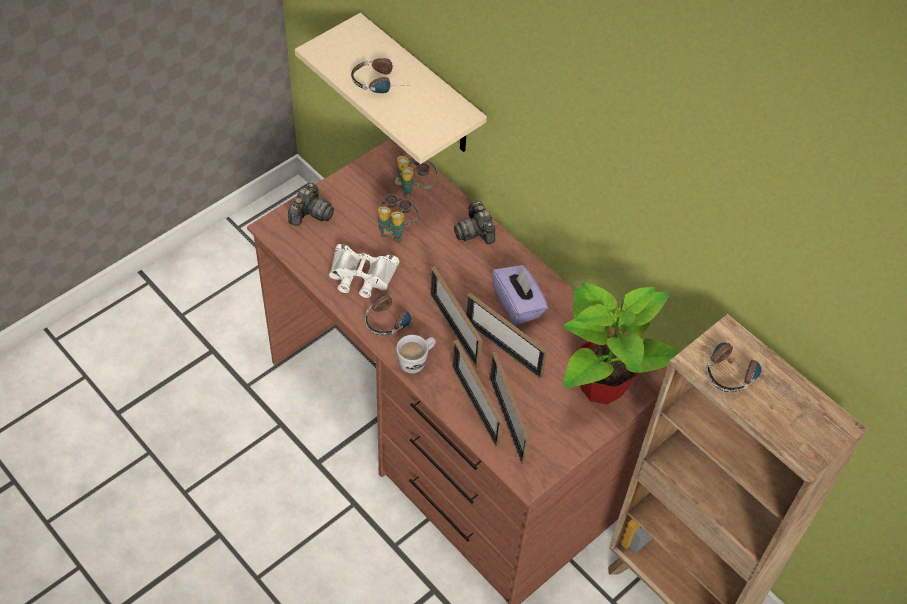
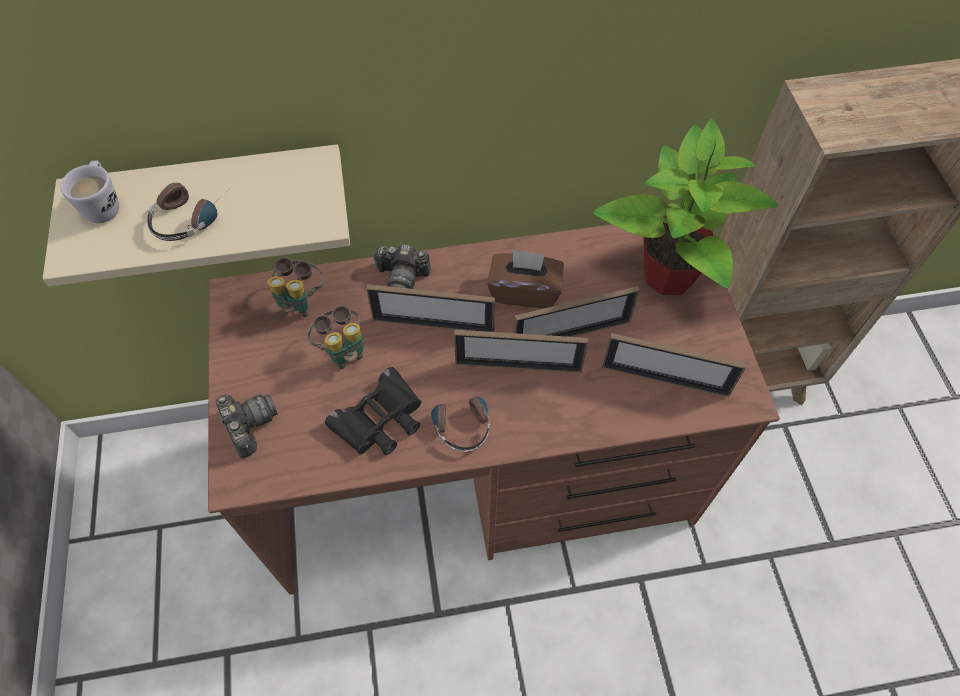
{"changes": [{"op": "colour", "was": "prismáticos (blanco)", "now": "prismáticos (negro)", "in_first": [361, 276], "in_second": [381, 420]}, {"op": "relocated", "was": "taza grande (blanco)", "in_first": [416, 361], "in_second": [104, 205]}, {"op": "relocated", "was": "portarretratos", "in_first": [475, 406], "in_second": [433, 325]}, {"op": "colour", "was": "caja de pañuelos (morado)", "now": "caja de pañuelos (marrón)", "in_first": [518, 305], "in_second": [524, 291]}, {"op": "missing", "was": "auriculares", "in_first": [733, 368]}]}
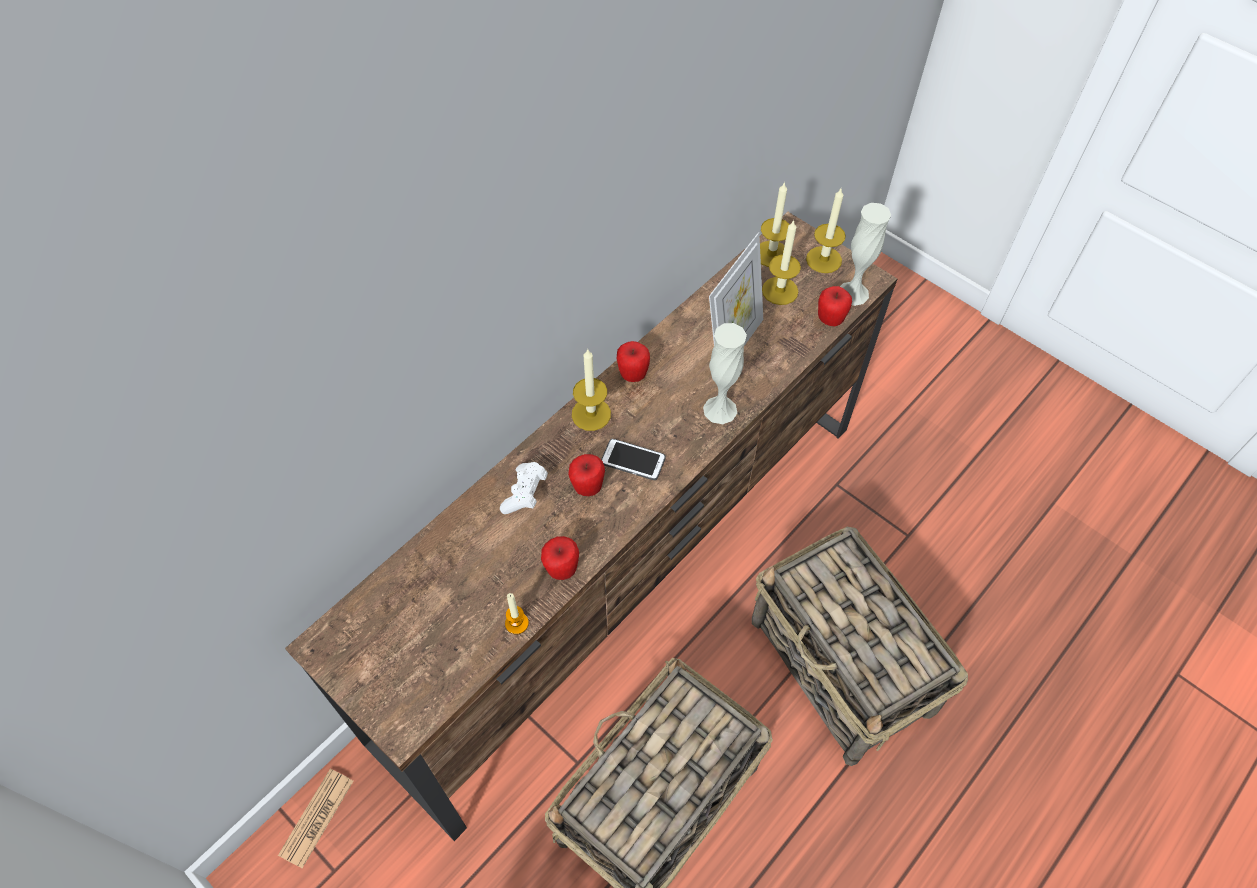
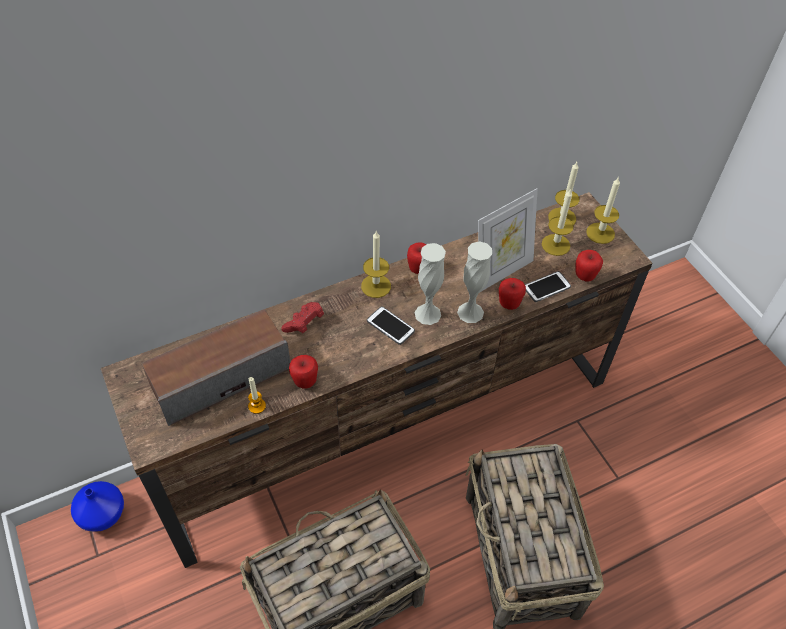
{"changes": [{"op": "exchanged", "was": "periódico", "now": "florero (azul)", "in_first": [317, 817], "in_second": [102, 515]}, {"op": "colour", "was": "mando de consola (blanco)", "now": "mando de consola (rojo)", "in_first": [525, 494], "in_second": [304, 324]}, {"op": "relocated", "was": "manzana", "in_first": [587, 487], "in_second": [509, 304]}, {"op": "relocated", "was": "florero (blanco)", "in_first": [853, 293], "in_second": [427, 314]}, {"op": "appeared", "now": "altavoz", "in_second": [221, 377]}, {"op": "appeared", "now": "móvil", "in_second": [546, 287]}]}
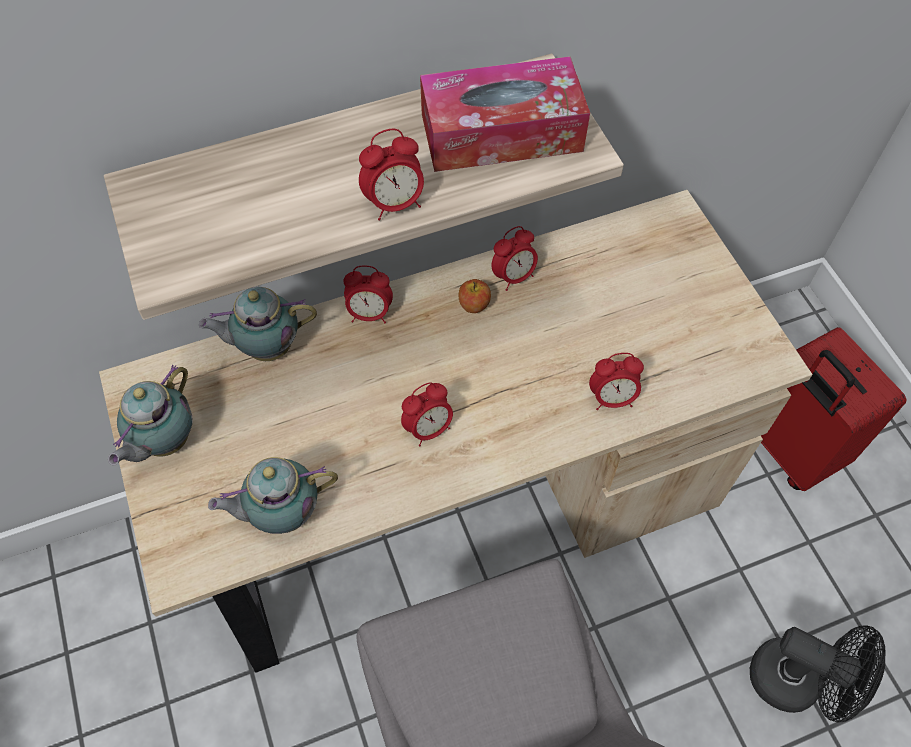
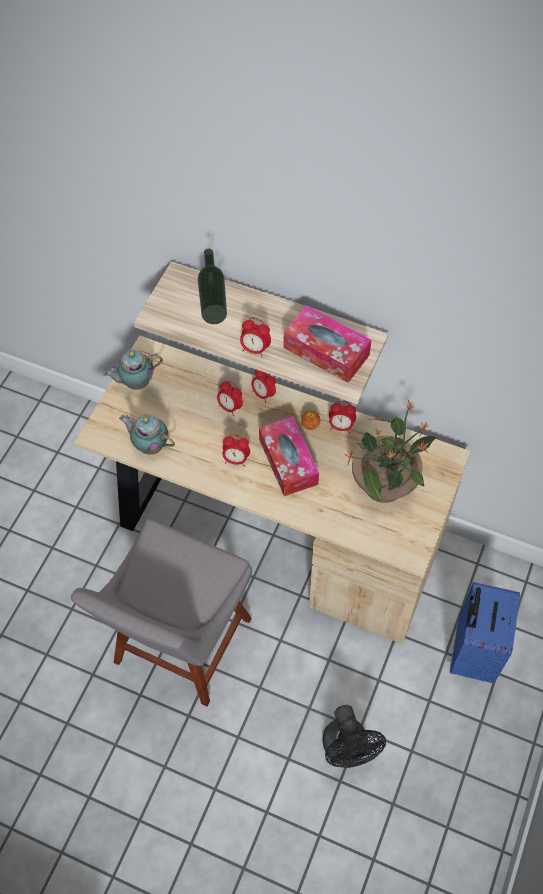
{"changes": [{"op": "missing", "was": "tetera", "in_first": [266, 347]}, {"op": "relocated", "was": "despertador", "in_first": [612, 398], "in_second": [230, 407]}, {"op": "colour", "was": "maleta (rojo)", "now": "maleta (azul)", "in_first": [788, 450], "in_second": [472, 652]}, {"op": "appeared", "now": "botella", "in_second": [214, 314]}, {"op": "appeared", "now": "caja de pañuelos", "in_second": [288, 461]}, {"op": "appeared", "now": "planta en maceta", "in_second": [385, 484]}]}
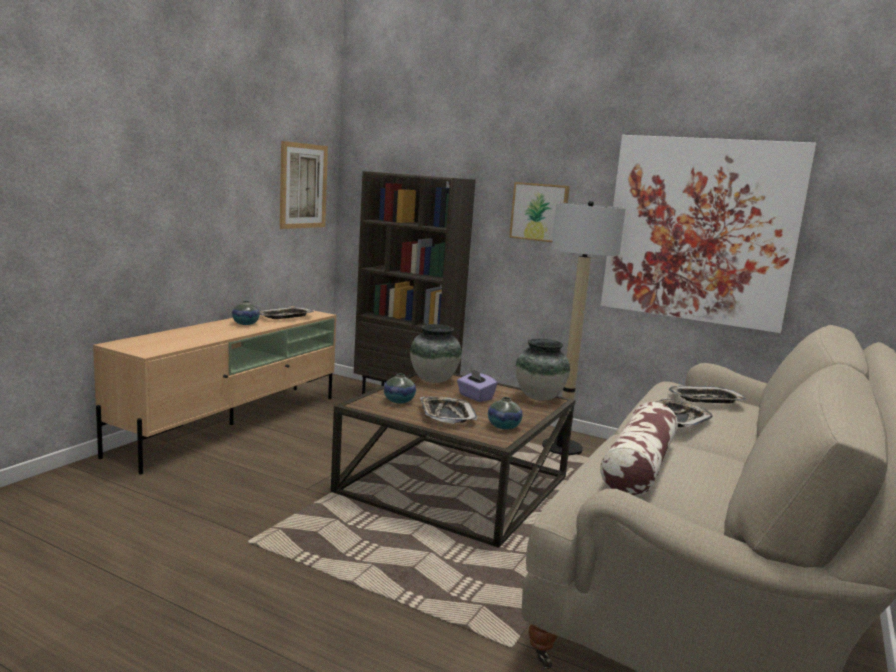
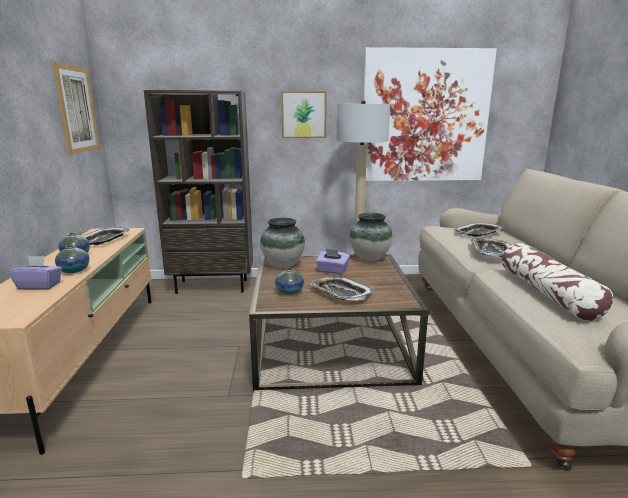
{"changes": [{"op": "relocated", "was": "florero", "in_first": [503, 426], "in_second": [74, 271]}, {"op": "appeared", "now": "caja de pañuelos (morado)", "in_second": [39, 286]}]}
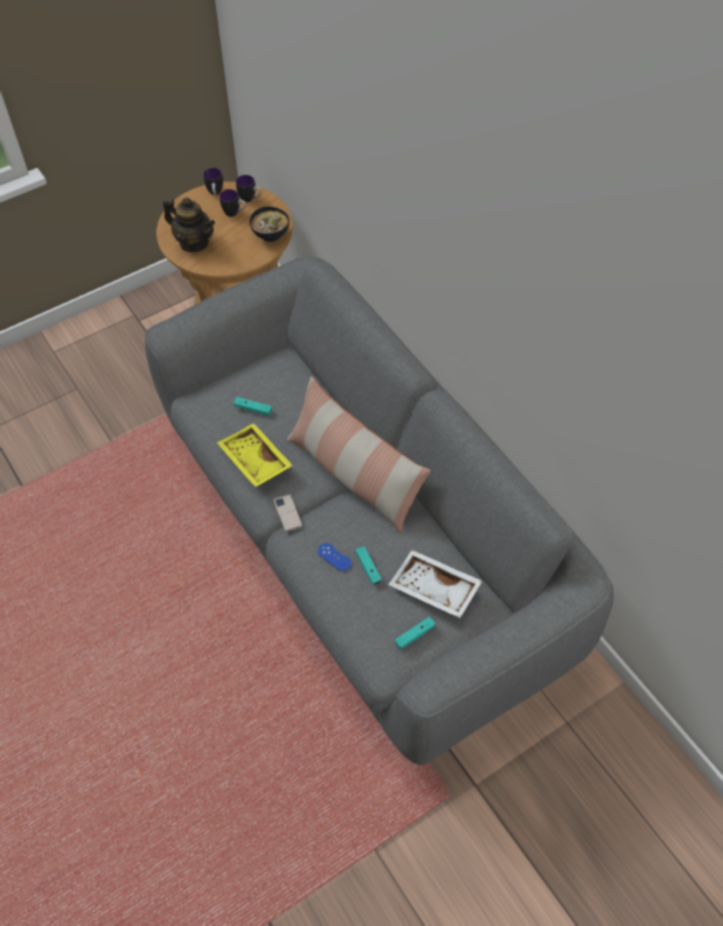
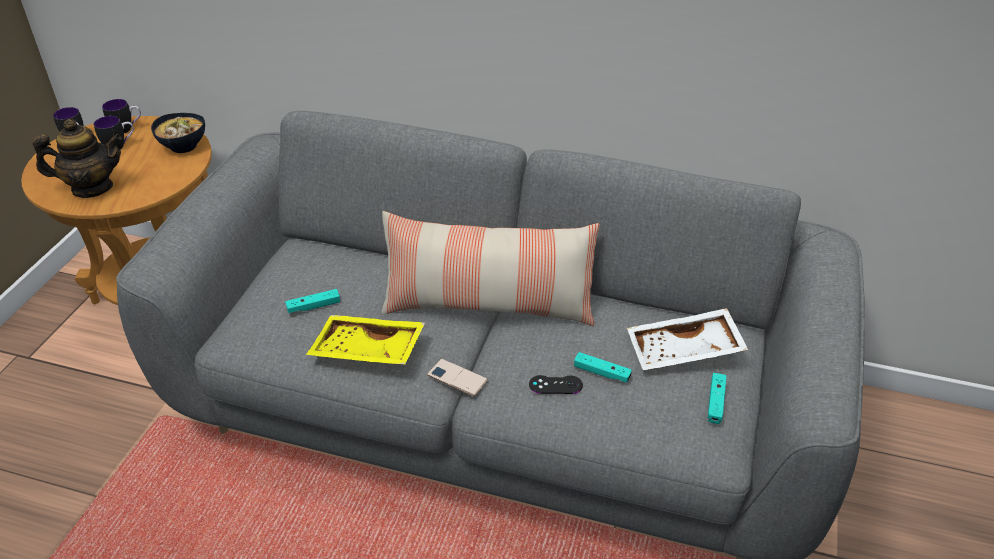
{"changes": [{"op": "colour", "was": "mando de consola (azul)", "now": "mando de consola (negro)", "in_first": [334, 557], "in_second": [555, 385]}]}
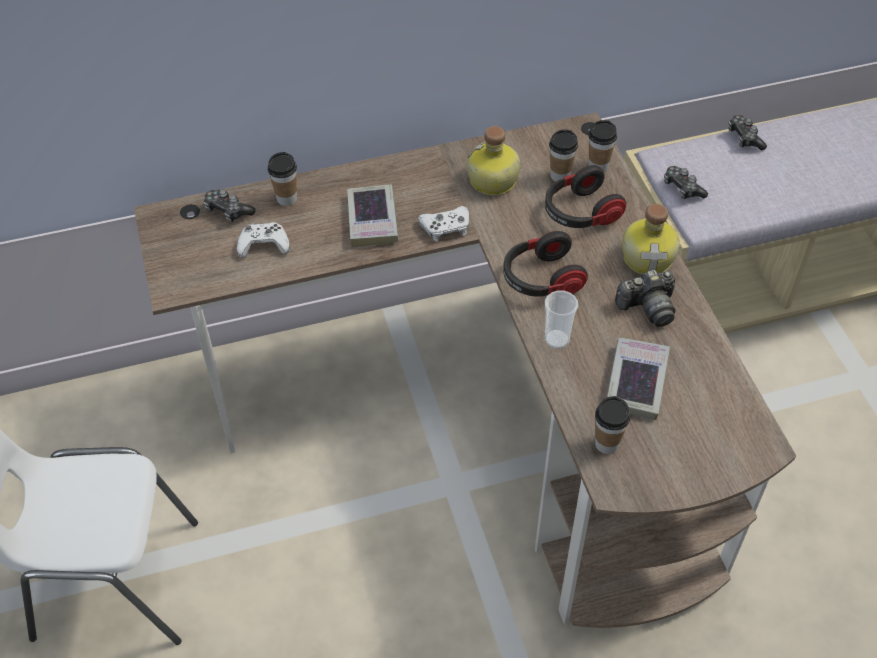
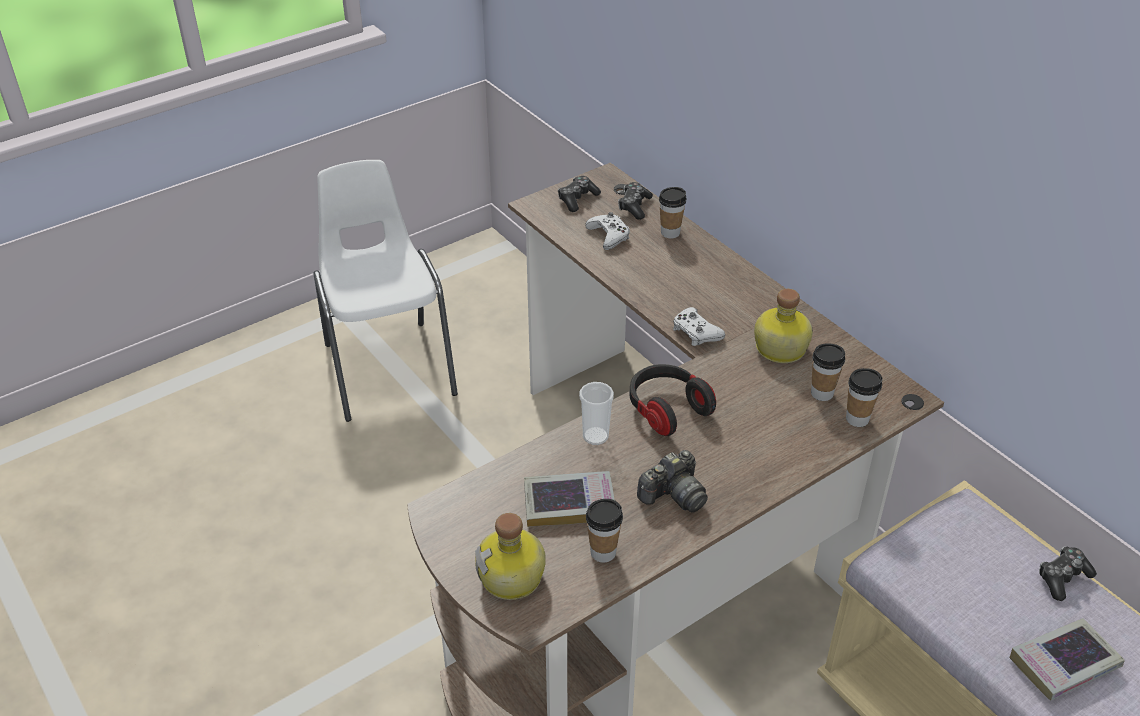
{"changes": [{"op": "relocated", "was": "libro", "in_first": [372, 220], "in_second": [1064, 664]}, {"op": "missing", "was": "auriculares", "in_first": [580, 213]}, {"op": "relocated", "was": "taza", "in_first": [607, 444], "in_second": [603, 552]}, {"op": "spun", "was": "cámara", "in_first": [648, 307], "in_second": [673, 495], "clockwise": -90}, {"op": "relocated", "was": "botella", "in_first": [649, 257], "in_second": [513, 578]}, {"op": "relocated", "was": "mando de consola", "in_first": [682, 188], "in_second": [577, 199]}]}
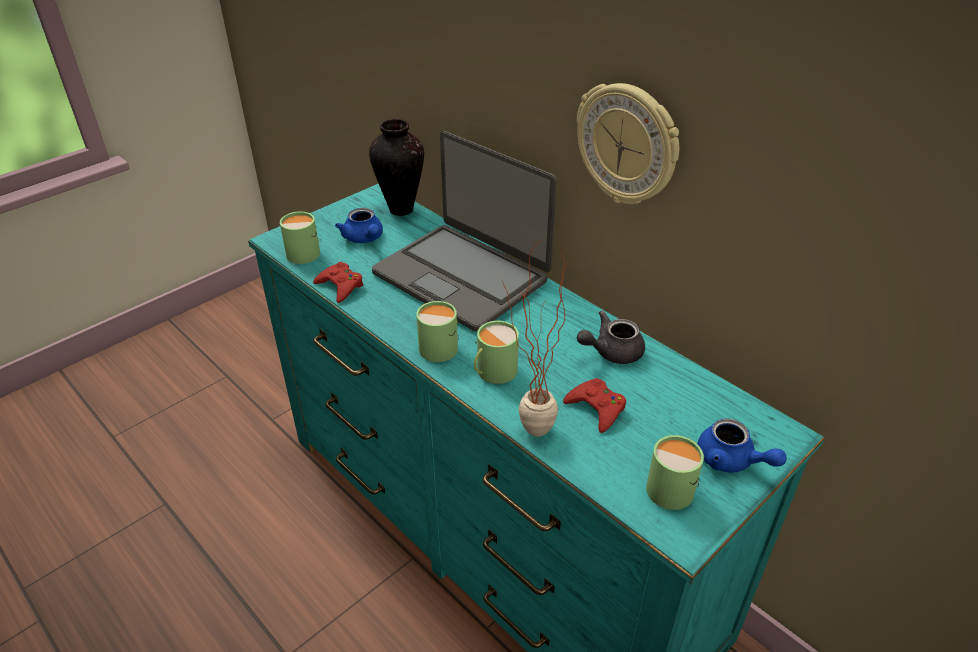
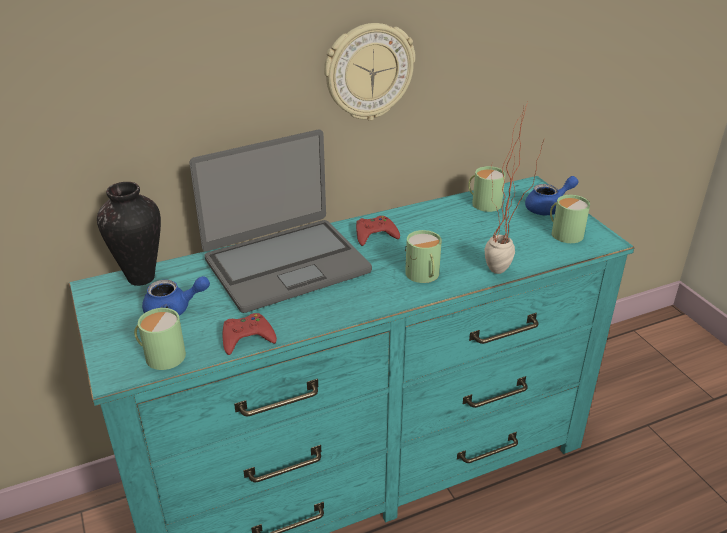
{"changes": [{"op": "relocated", "was": "taza grande (verde)", "in_first": [440, 346], "in_second": [483, 203]}, {"op": "relocated", "was": "mando de consola (rojo)", "in_first": [596, 408], "in_second": [375, 235]}, {"op": "missing", "was": "tetera (gris)", "in_first": [611, 352]}]}
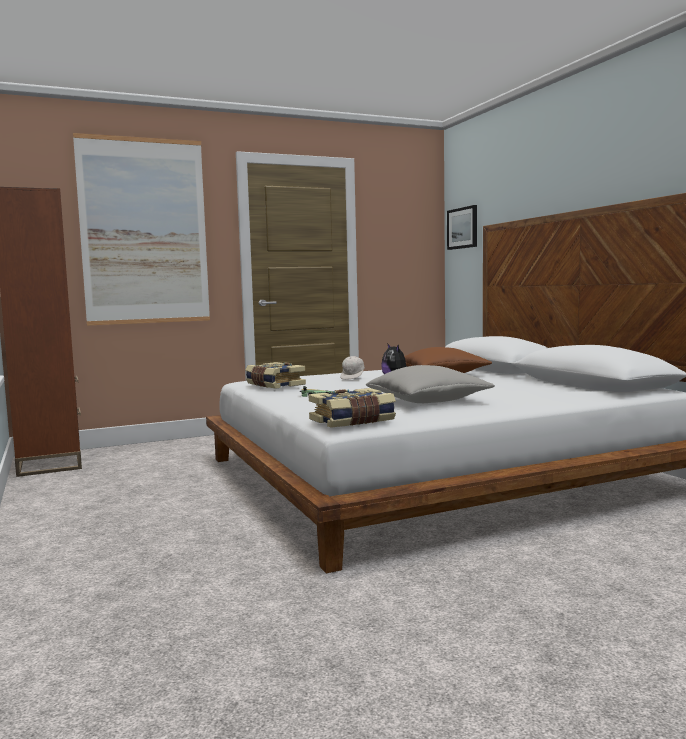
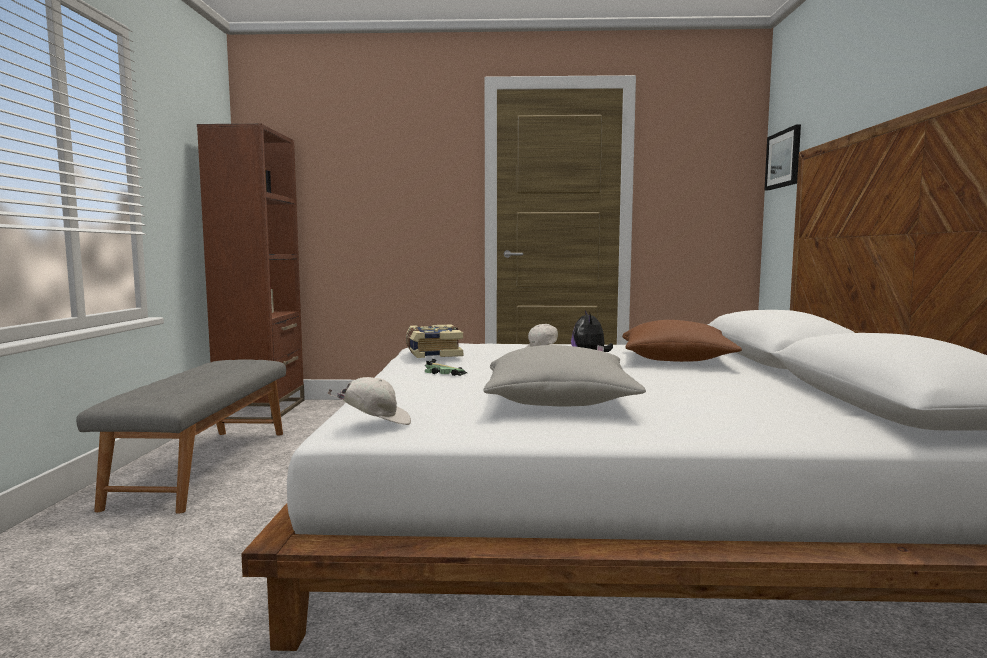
{"changes": [{"op": "missing", "was": "cuadro", "in_first": [144, 231]}, {"op": "exchanged", "was": "libro", "now": "gorra (blanco)", "in_first": [353, 421], "in_second": [375, 422]}, {"op": "appeared", "now": "banco (gris)", "in_second": [203, 465]}]}
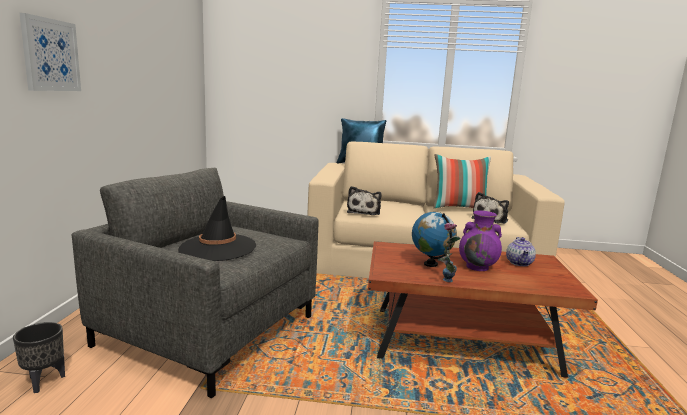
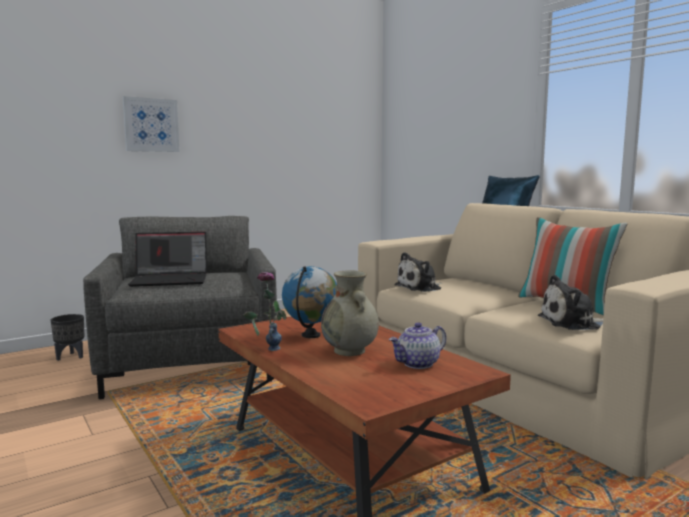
{"changes": [{"op": "exchanged", "was": "sombrero (negro)", "now": "portátil", "in_first": [218, 248], "in_second": [171, 280]}, {"op": "colour", "was": "florero (morado)", "now": "florero (beis)", "in_first": [478, 267], "in_second": [350, 351]}]}
